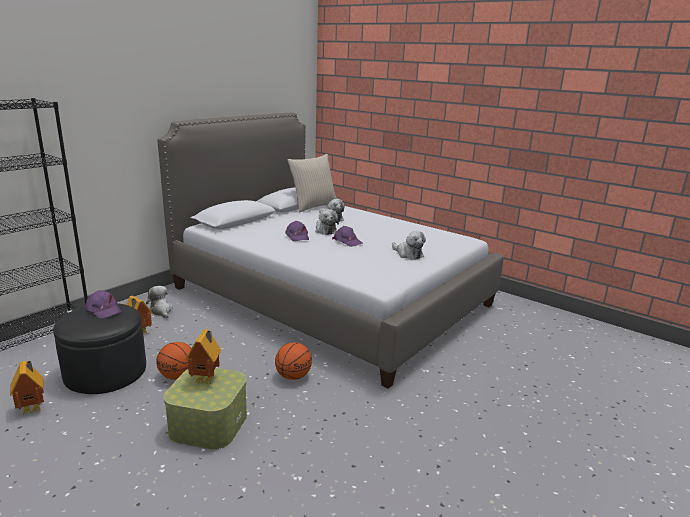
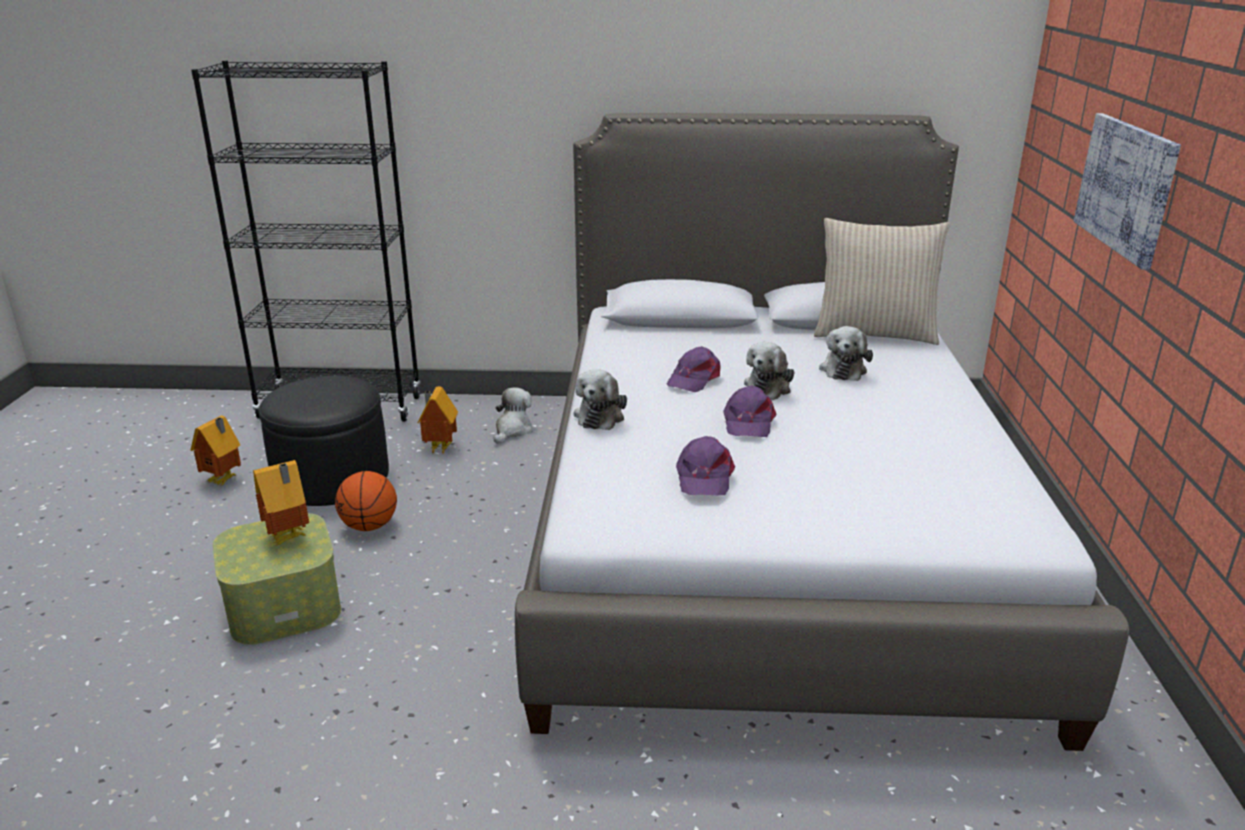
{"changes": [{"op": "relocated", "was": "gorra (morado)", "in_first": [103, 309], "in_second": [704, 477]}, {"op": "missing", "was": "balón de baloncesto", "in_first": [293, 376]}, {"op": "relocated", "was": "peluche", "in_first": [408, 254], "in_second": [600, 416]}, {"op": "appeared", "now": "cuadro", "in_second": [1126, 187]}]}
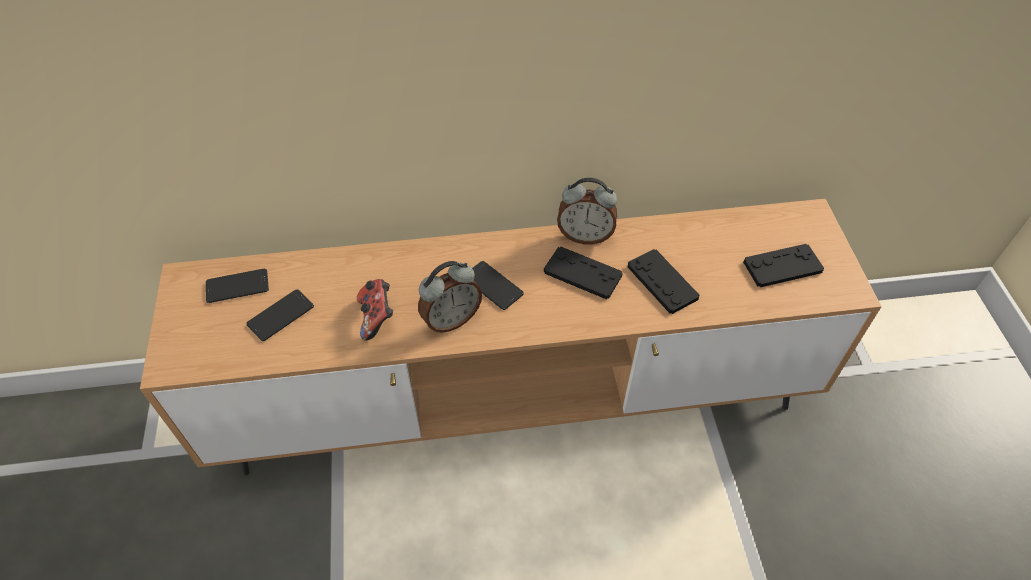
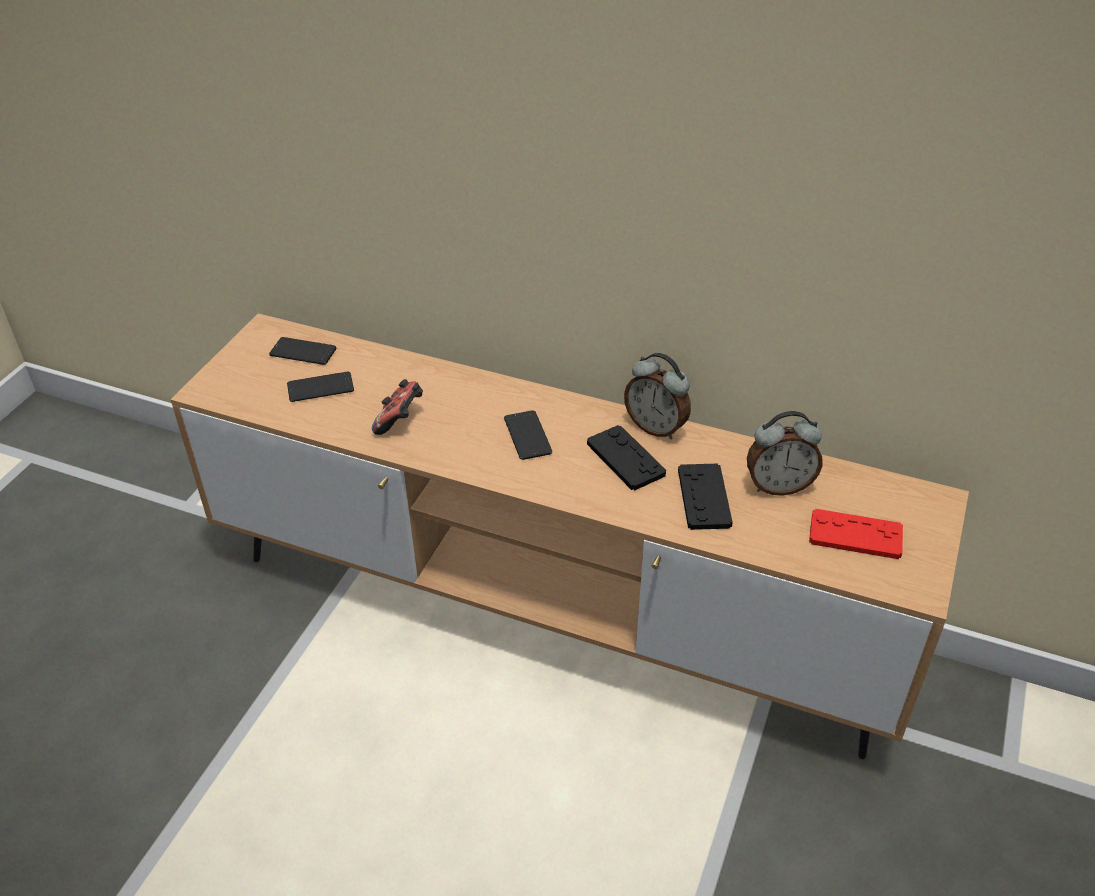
{"changes": [{"op": "relocated", "was": "despertador", "in_first": [451, 319], "in_second": [778, 486]}, {"op": "colour", "was": "mando de consola (negro)", "now": "mando de consola (rojo)", "in_first": [782, 266], "in_second": [855, 535]}]}
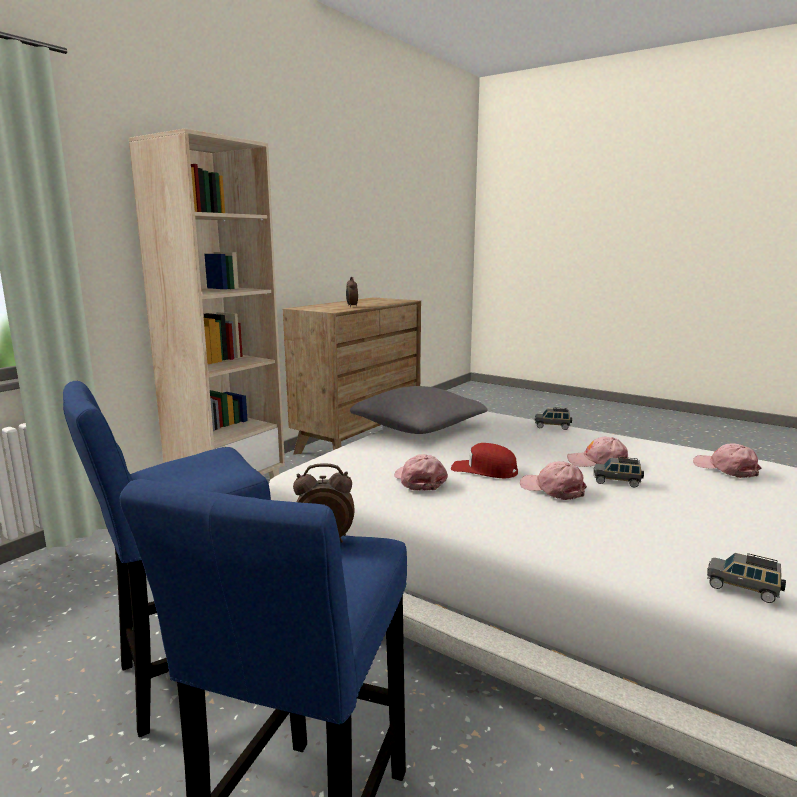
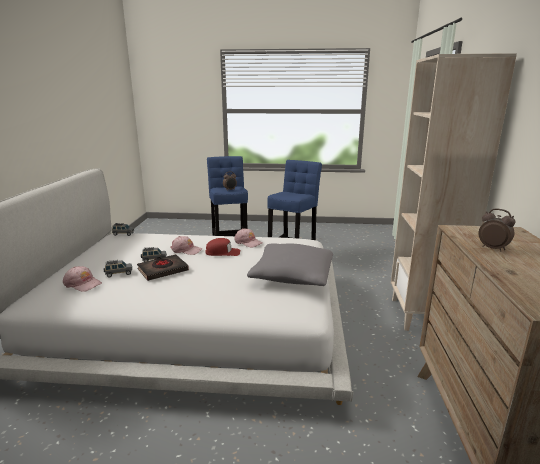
{"changes": [{"op": "relocated", "was": "coche de juguete (gris)", "in_first": [552, 427], "in_second": [118, 274]}, {"op": "exchanged", "was": "gorra (rosa)", "now": "libro (negro)", "in_first": [598, 462], "in_second": [163, 270]}]}
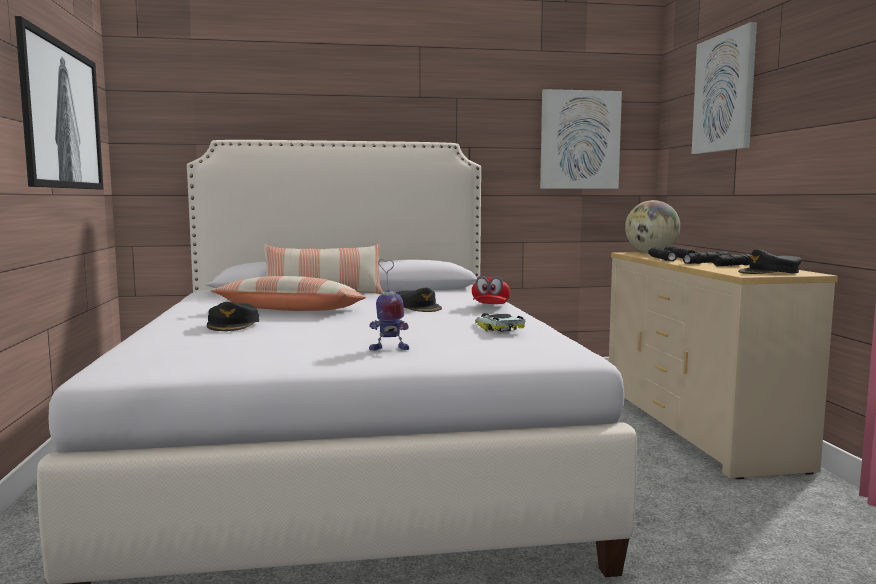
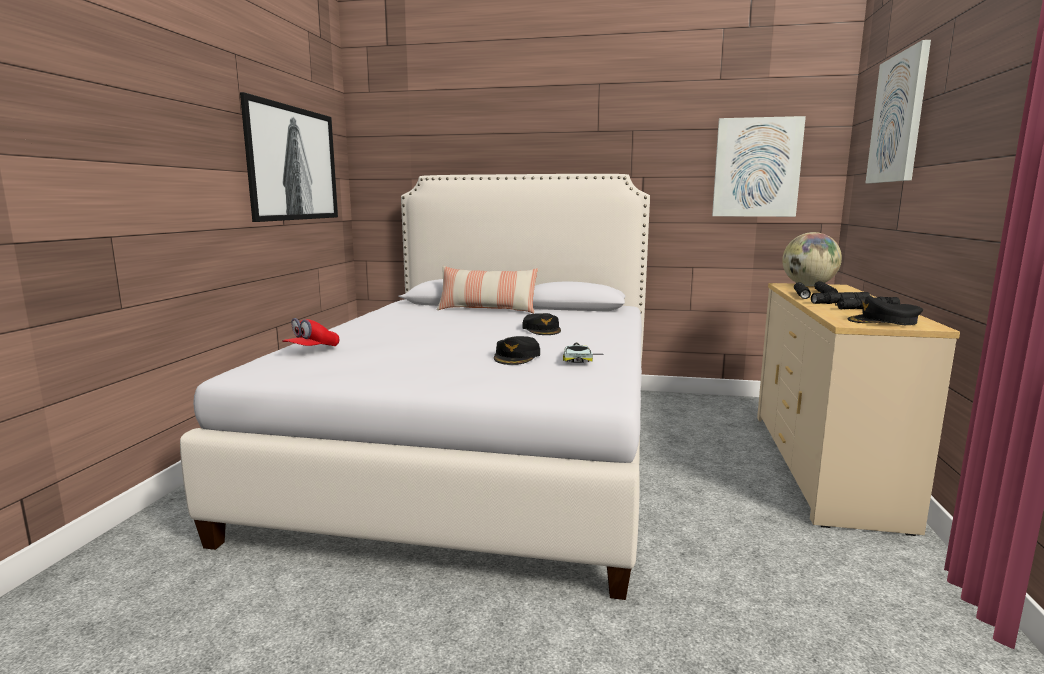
{"changes": [{"op": "relocated", "was": "gorra (negro)", "in_first": [233, 324], "in_second": [517, 357]}, {"op": "missing", "was": "cojín", "in_first": [291, 310]}, {"op": "missing", "was": "robot de juguete", "in_first": [388, 349]}, {"op": "relocated", "was": "gorra (rojo)", "in_first": [490, 307], "in_second": [312, 350]}]}
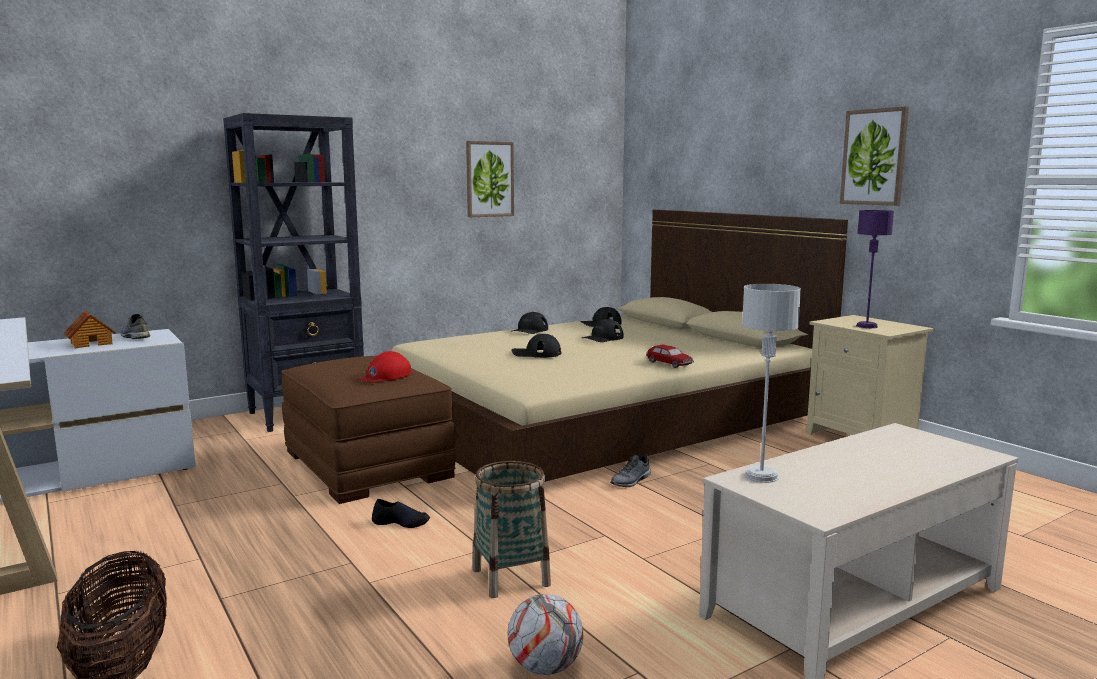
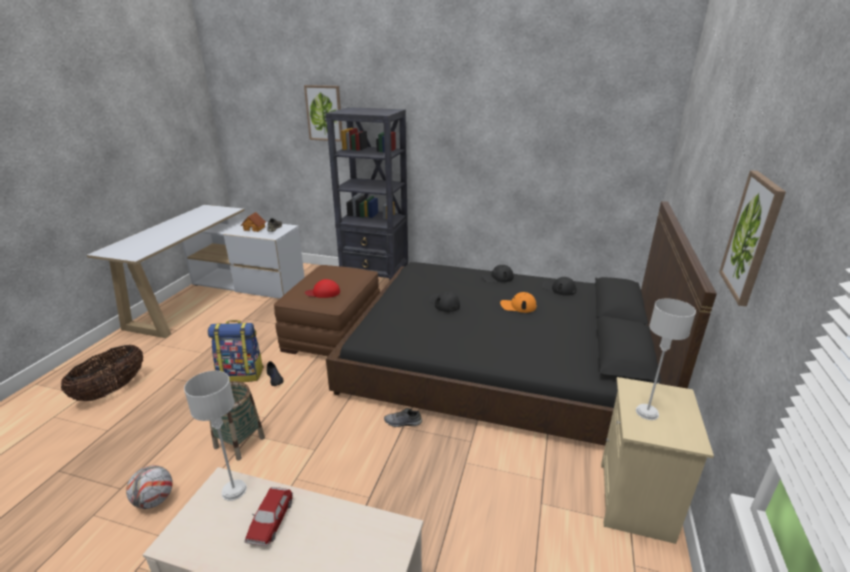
{"changes": [{"op": "colour", "was": "cama (beis)", "now": "cama (negro)", "in_first": [603, 415], "in_second": [501, 359]}, {"op": "relocated", "was": "cuadro", "in_first": [489, 179], "in_second": [324, 113]}, {"op": "colour", "was": "gorra (negro)", "now": "gorra (naranja)", "in_first": [602, 338], "in_second": [518, 306]}, {"op": "relocated", "was": "coche de juguete", "in_first": [669, 363], "in_second": [270, 521]}, {"op": "colour", "was": "lámpara de mesa (morado)", "now": "lámpara de mesa (gris)", "in_first": [867, 326], "in_second": [647, 412]}, {"op": "appeared", "now": "mochila", "in_second": [241, 374]}]}
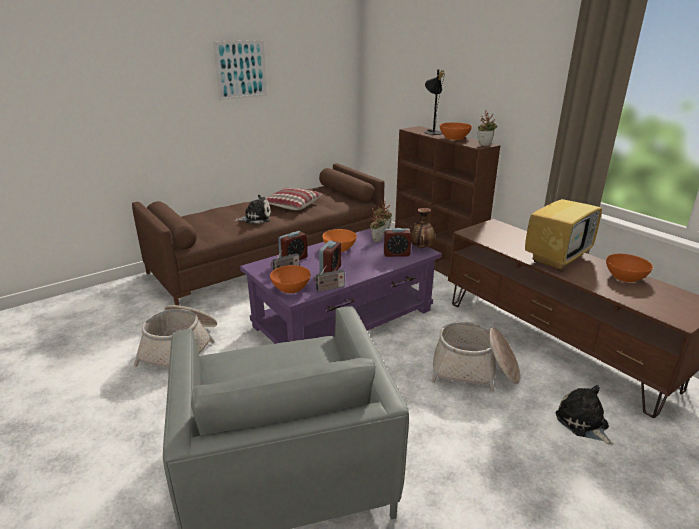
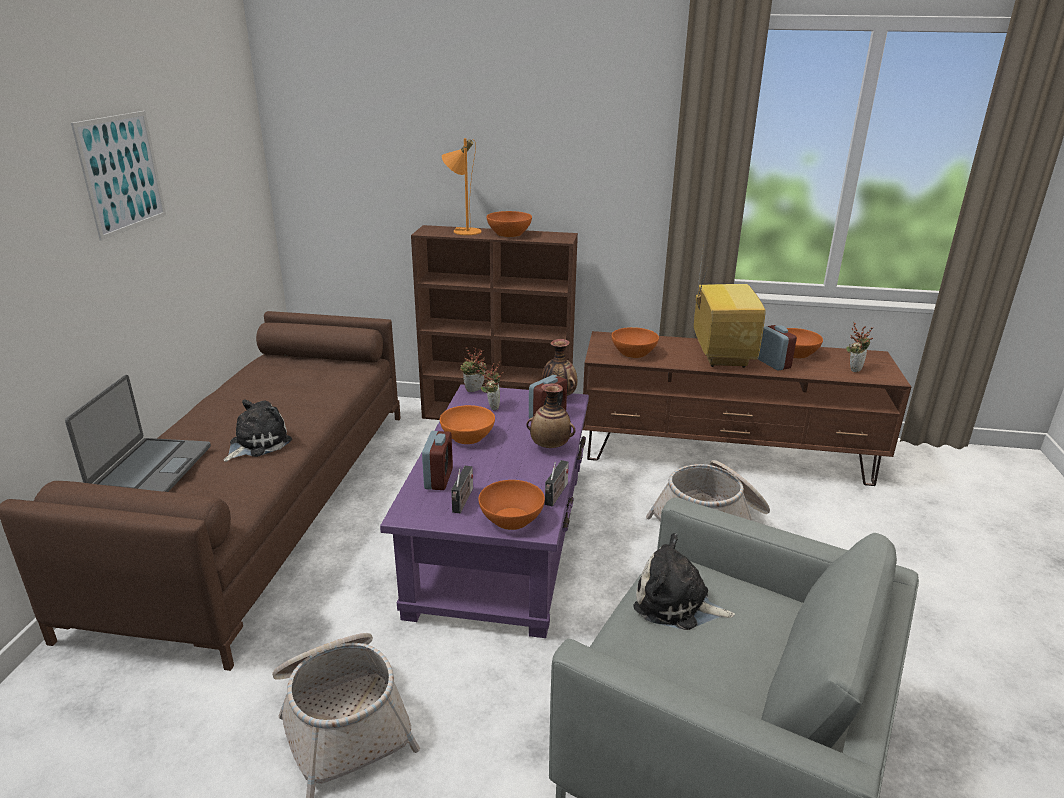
{"changes": [{"op": "missing", "was": "cojín", "in_first": [291, 205]}, {"op": "relocated", "was": "despertador", "in_first": [330, 270], "in_second": [773, 363]}, {"op": "colour", "was": "lámpara de mesa (negro)", "now": "lámpara de mesa (naranja)", "in_first": [432, 132], "in_second": [463, 230]}, {"op": "relocated", "was": "planta en maceta", "in_first": [485, 144], "in_second": [854, 368]}, {"op": "relocated", "was": "peluche", "in_first": [583, 423], "in_second": [676, 604]}, {"op": "appeared", "now": "portátil", "in_second": [150, 469]}, {"op": "appeared", "now": "florero", "in_second": [550, 447]}, {"op": "appeared", "now": "cuenco (naranja)", "in_second": [634, 353]}]}
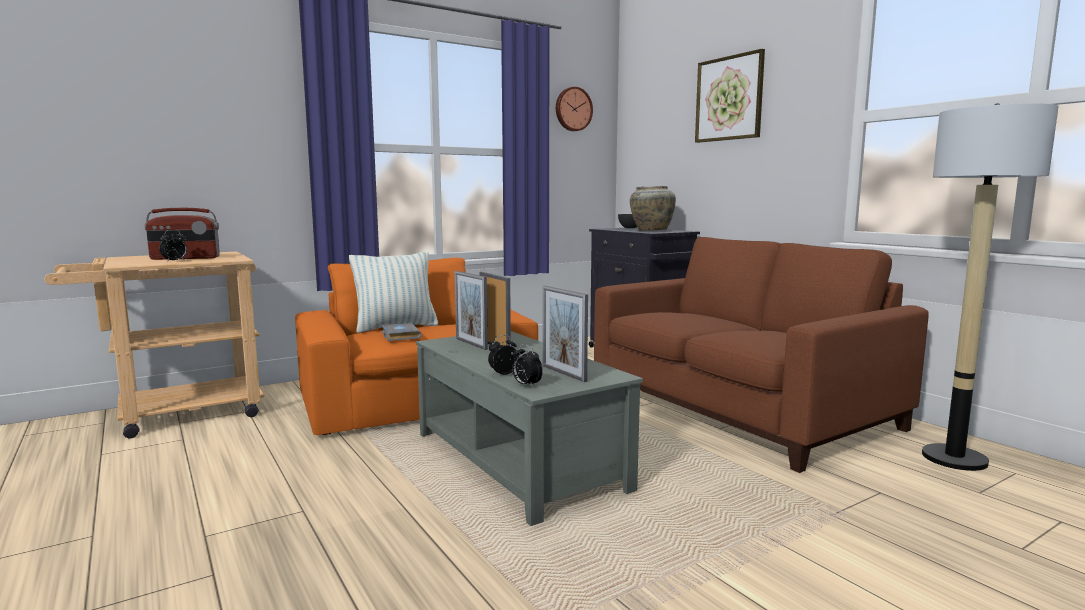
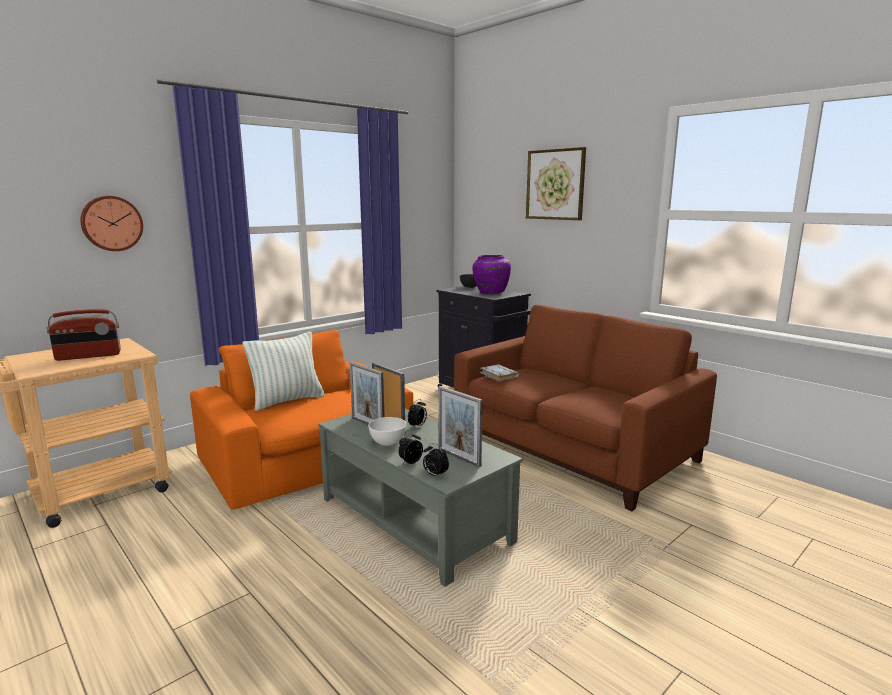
{"changes": [{"op": "relocated", "was": "despertador", "in_first": [175, 261], "in_second": [417, 426]}, {"op": "relocated", "was": "libro (gris)", "in_first": [399, 335], "in_second": [497, 375]}, {"op": "relocated", "was": "reloj de pared", "in_first": [572, 109], "in_second": [111, 223]}, {"op": "colour", "was": "florero (beis)", "now": "florero (morado)", "in_first": [651, 230], "in_second": [490, 292]}, {"op": "missing", "was": "lámpara de pie", "in_first": [954, 458]}, {"op": "appeared", "now": "cuenco (blanco)", "in_second": [387, 443]}]}
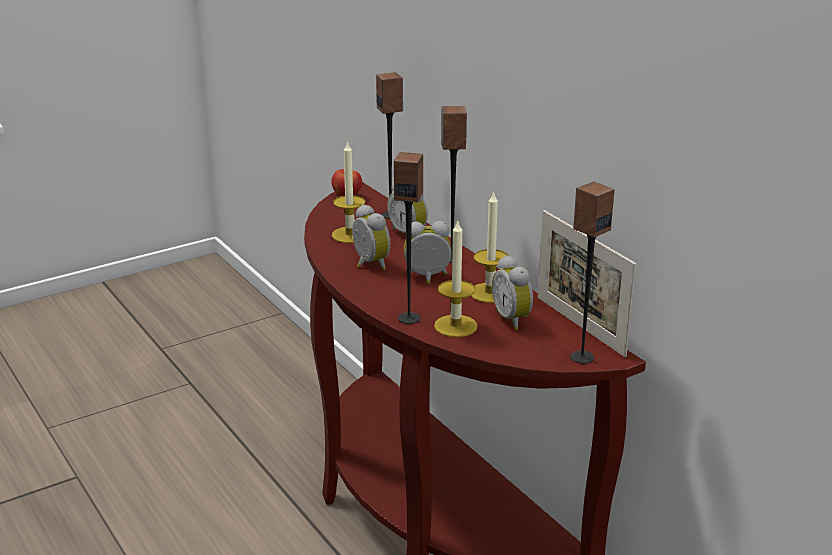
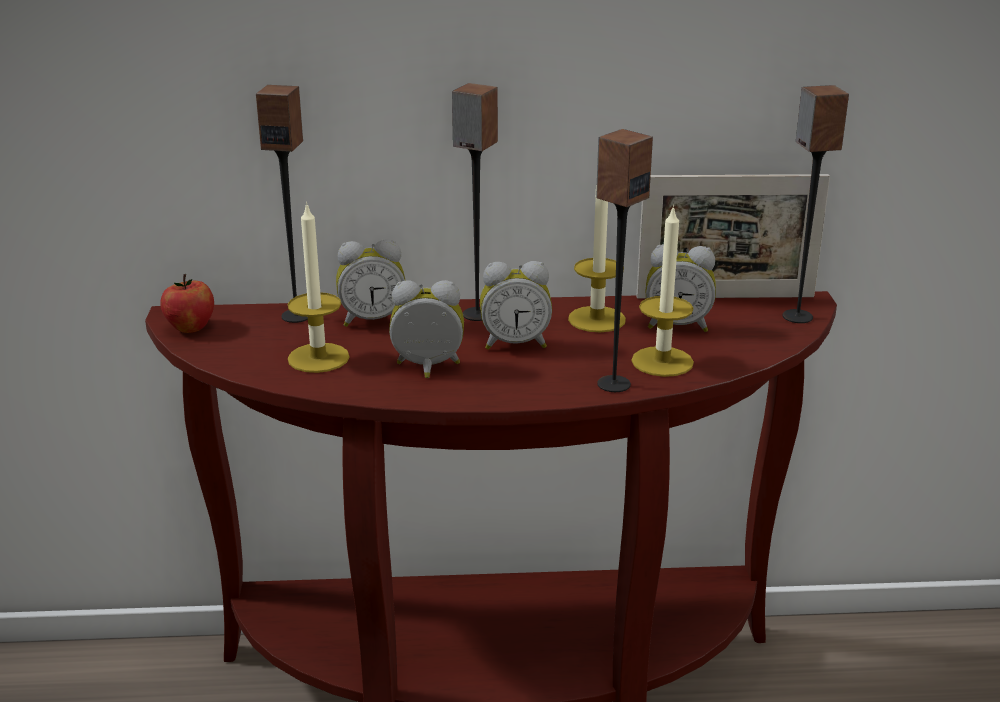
{"changes": [{"op": "spun", "was": "despertador", "in_first": [427, 278], "in_second": [515, 343], "clockwise": -120}]}
